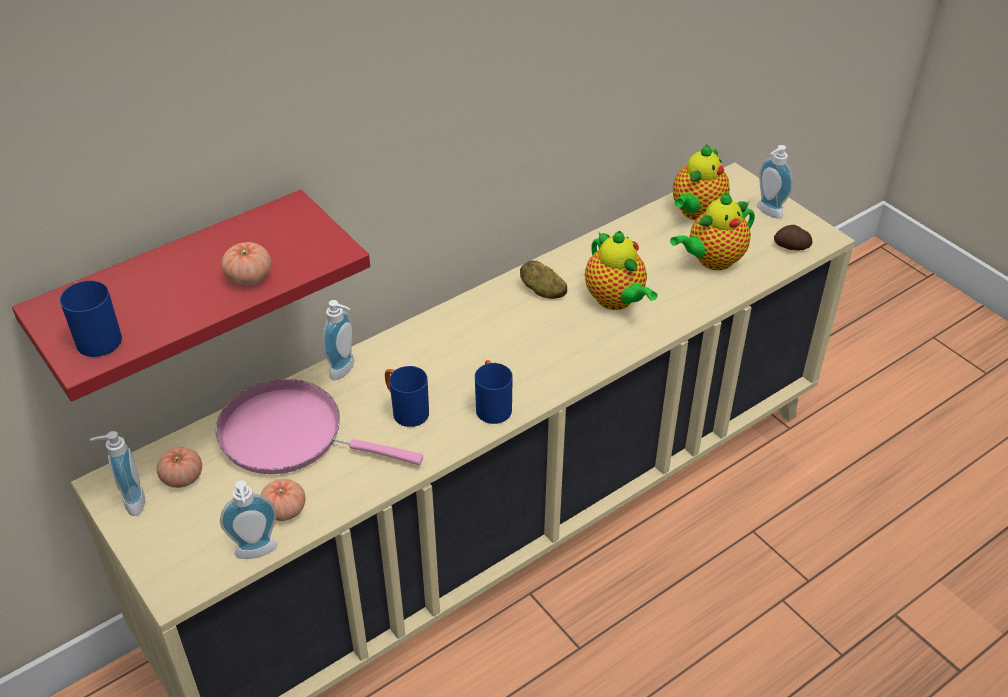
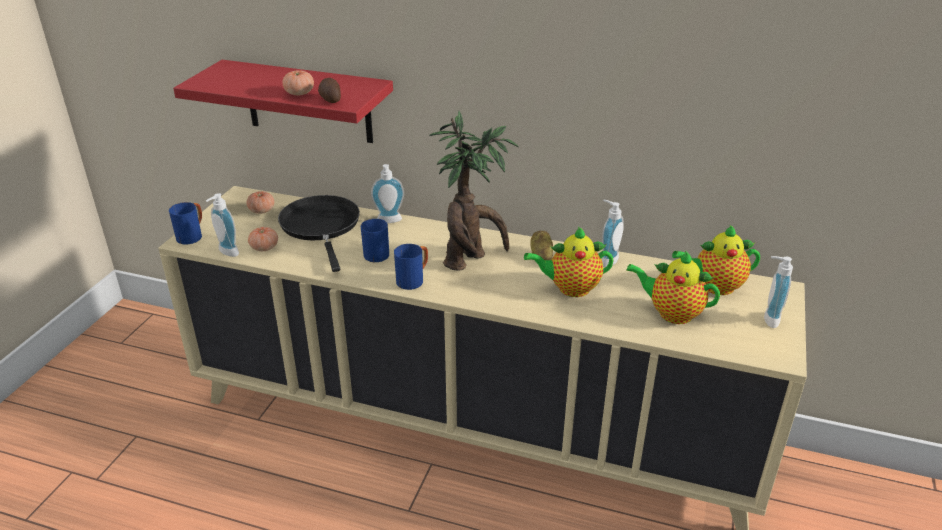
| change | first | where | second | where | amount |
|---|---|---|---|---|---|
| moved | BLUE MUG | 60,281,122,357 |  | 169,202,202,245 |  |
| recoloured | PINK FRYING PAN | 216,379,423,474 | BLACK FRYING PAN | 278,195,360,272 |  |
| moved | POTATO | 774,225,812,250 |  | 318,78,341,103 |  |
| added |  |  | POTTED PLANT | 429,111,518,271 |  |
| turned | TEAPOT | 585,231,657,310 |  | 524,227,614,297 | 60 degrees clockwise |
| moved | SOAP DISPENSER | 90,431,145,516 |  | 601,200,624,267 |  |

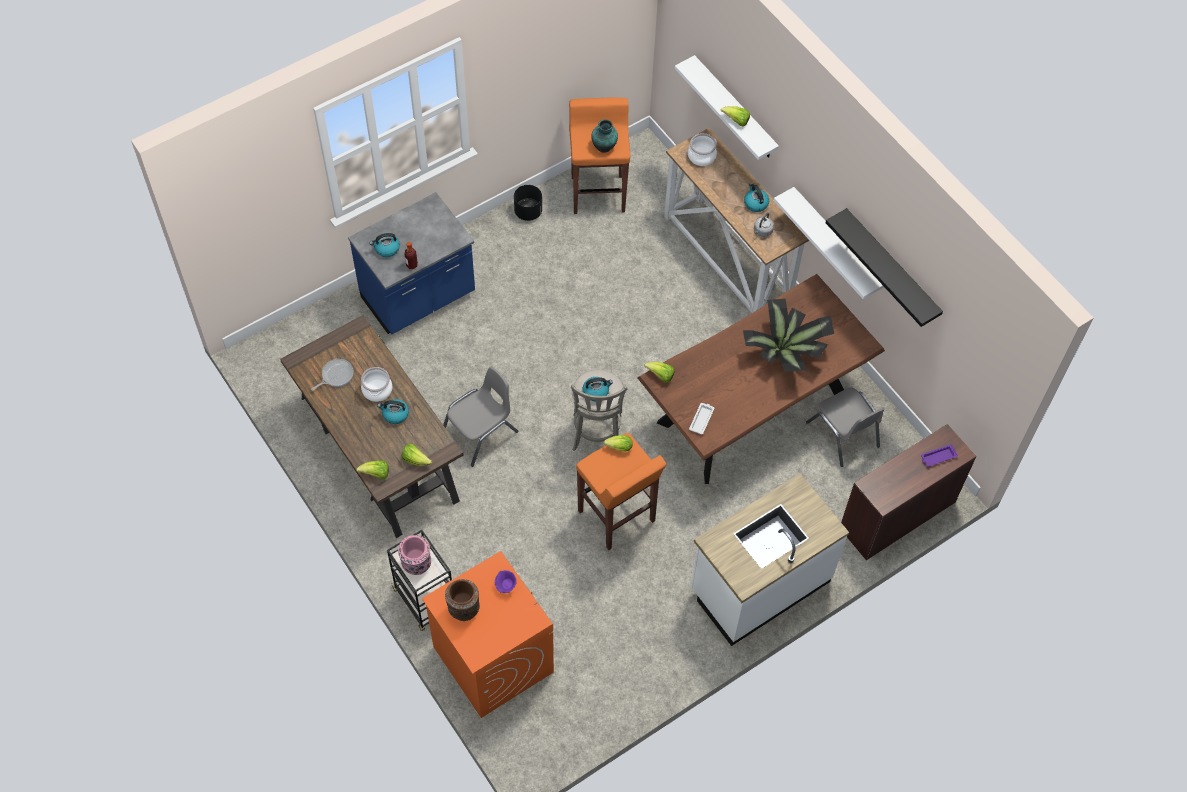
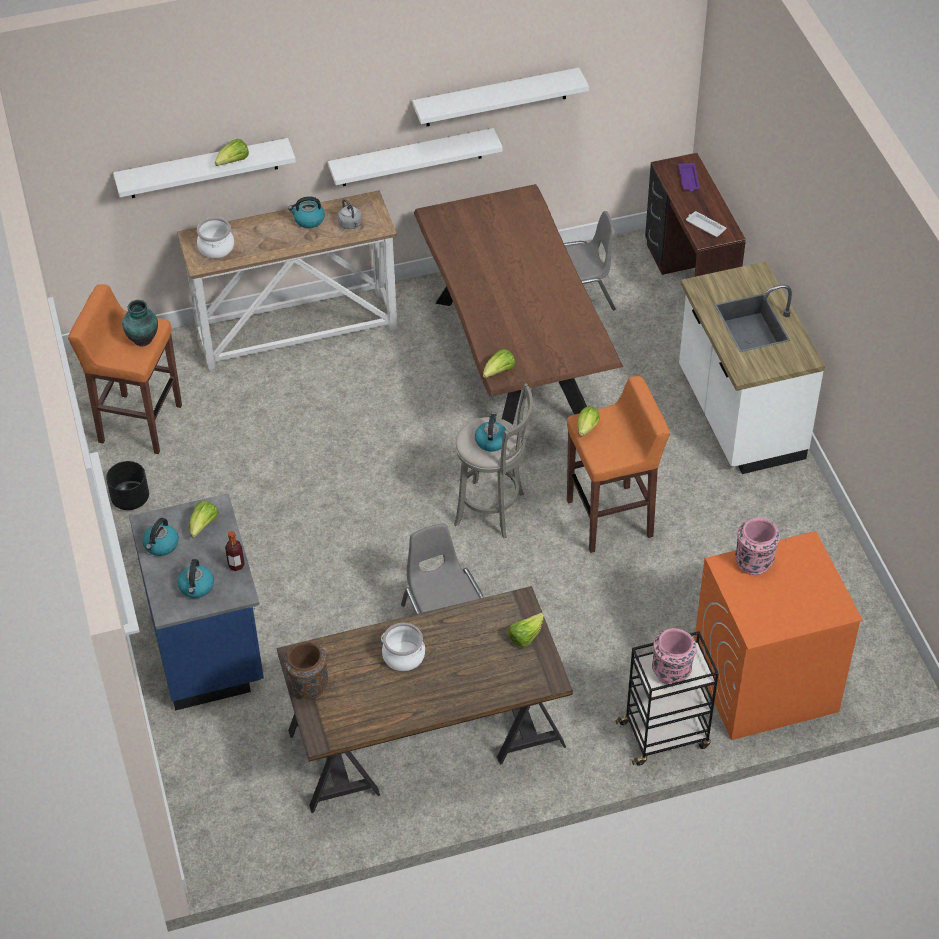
| change | first | where | second | where | amount |
|---|---|---|---|---|---|
| moved | KETTLE | 377,399,409,424 |  | 142,518,179,556 |  |
| moved | LETTUCE | 356,461,388,479 |  | 190,501,218,538 |  |
| moved | BROWN VASE | 445,579,480,621 |  | 284,642,328,699 |  |
| recoloured | BLACK SHELF | 826,208,943,327 | WHITE SHELF | 412,68,589,126 |  |
| moved | WHITE TRAY | 689,403,714,435 |  | 686,211,727,237 |  |
| replaced | PURPLE BOWL | 495,570,517,593 | PINK VASE | 735,518,780,575 |  |
| removed | FRYING PAN | 311,359,354,391 |  |  |  |
| removed | POTTED PLANT | 743,299,834,372 |  |  |  |

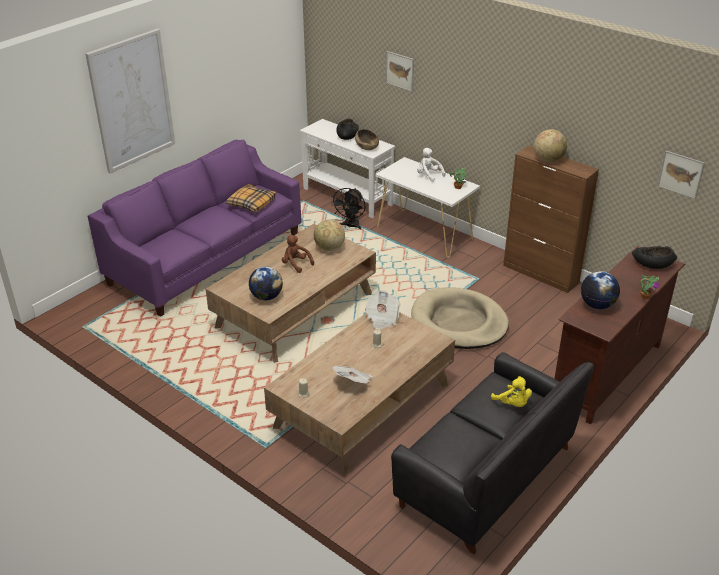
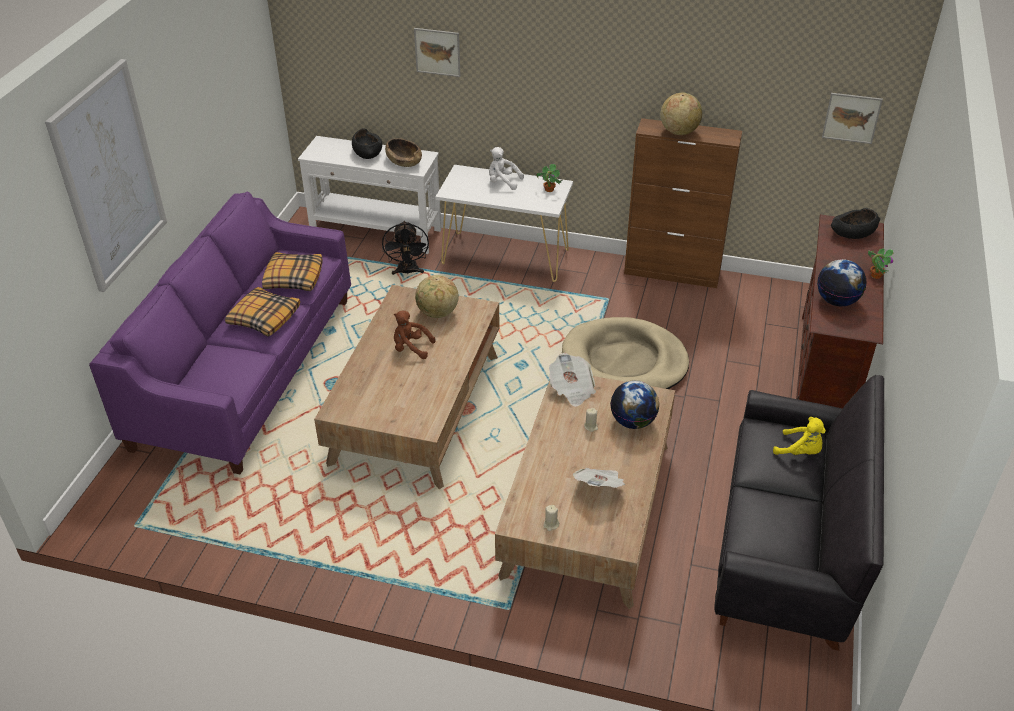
| change | first | where | second | where | amount |
|---|---|---|---|---|---|
| added |  |  | PILLOW | 225,287,300,337 |  |
| moved | GLOBE | 249,266,283,300 |  | 610,380,659,429 |  |

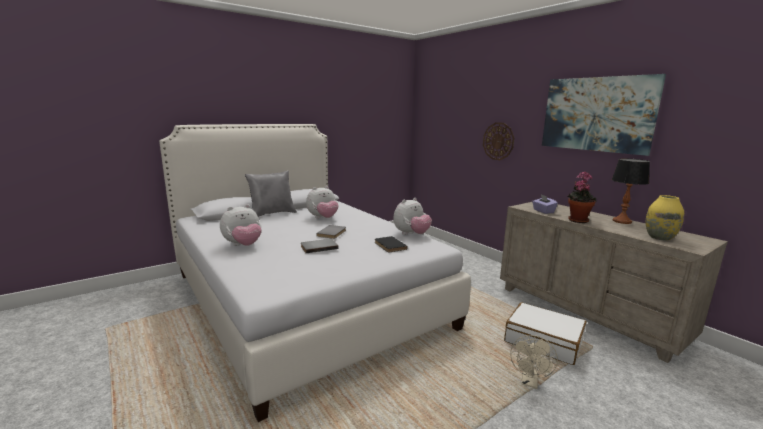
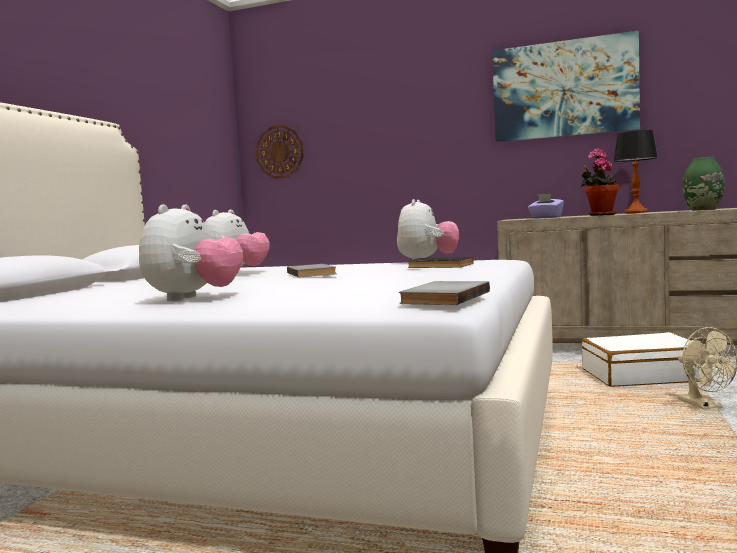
| change | first | where | second | where | amount |
|---|---|---|---|---|---|
| moved | WALL CLOCK | 483,122,514,160 |  | 256,125,304,179 |  |
| moved | GREY BOOK | 301,239,338,253 |  | 399,281,490,305 |  |
| recoloured | YELLOW VASE | 646,195,684,241 | GREEN VASE | 683,157,725,211 |  |
| removed | GREY PILLOW | 245,171,297,217 |  |  |  |

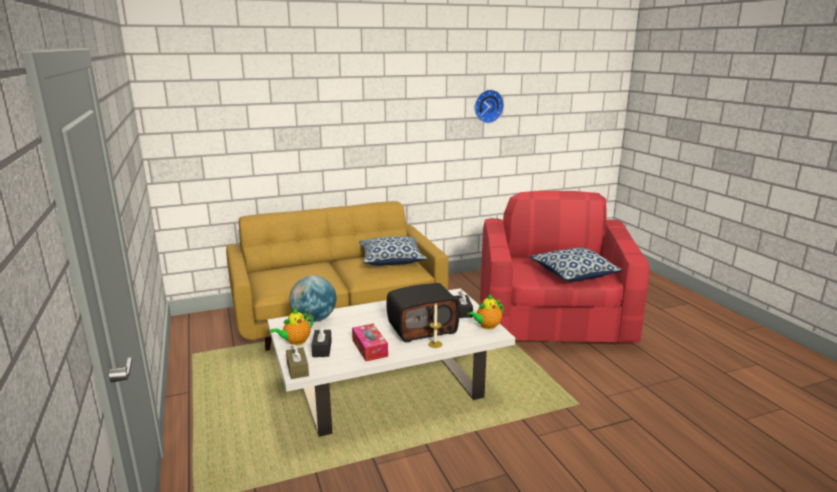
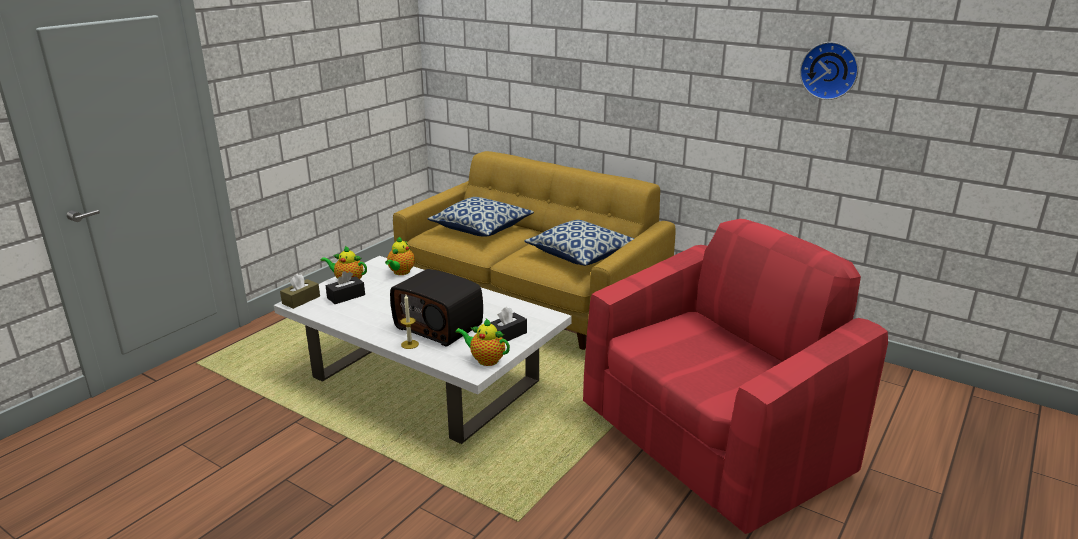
| change | first | where | second | where | amount |
|---|---|---|---|---|---|
| replaced | GLOBE | 289,275,336,322 | TEAPOT | 385,236,415,275 |  |
| moved | PILLOW | 529,247,622,282 |  | 428,197,534,237 |  |
| removed | TISSUE BOX | 352,324,388,361 |  |  |  |

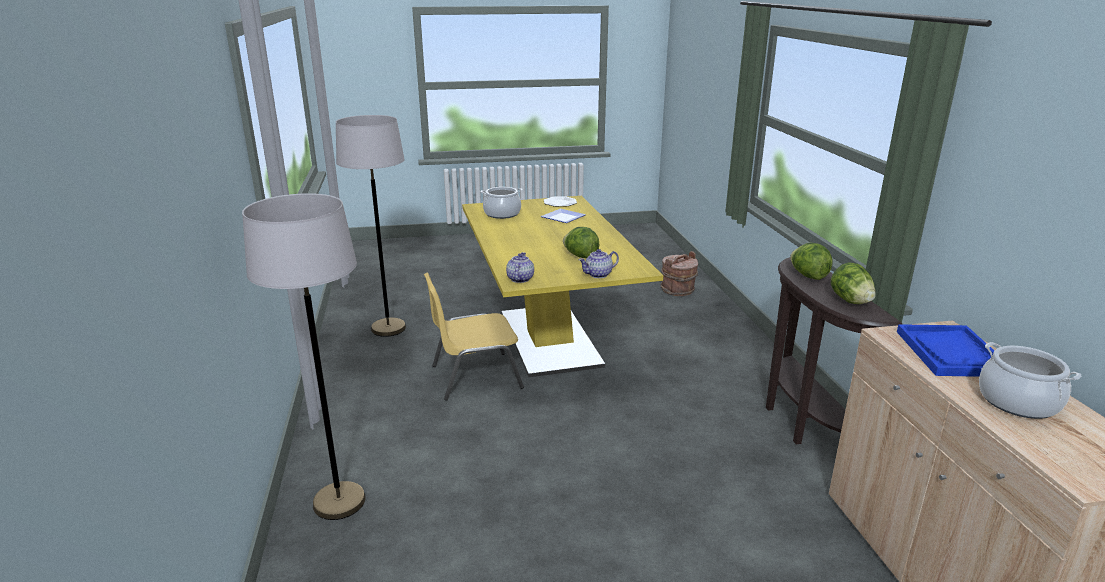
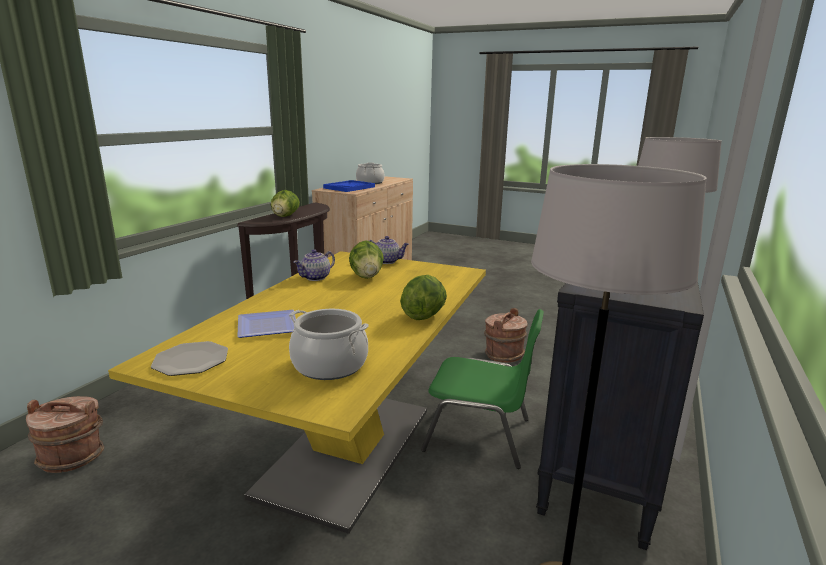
| change | first | where | second | where | amount |
|---|---|---|---|---|---|
| moved | TEAPOT | 506,252,534,283 |  | 293,250,335,281 |  |
| moved | LETTUCE | 831,262,876,304 |  | 400,275,447,320 |  |
| recoloured | YELLOW CHAIR | 424,273,524,401 | GREEN CHAIR | 421,309,544,469 |  |
| added |  |  | BROWN BUCKET | 484,308,528,363 |  |
| added |  |  | BLACK DRESSER | 536,282,704,550 |  |

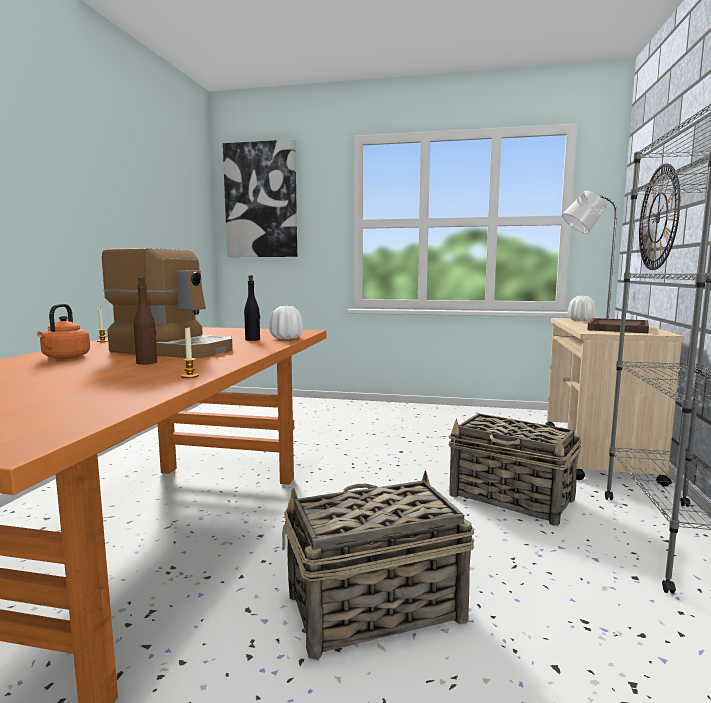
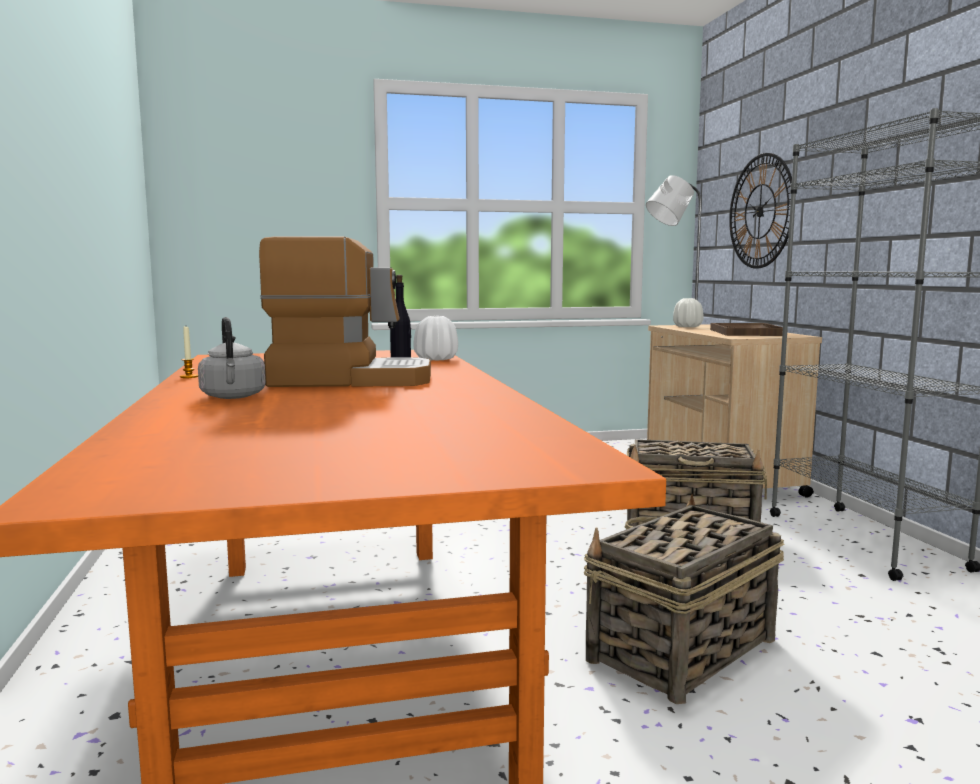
| change | first | where | second | where | amount |
|---|---|---|---|---|---|
| recoloured | ORANGE KETTLE | 37,304,90,359 | GREY KETTLE | 198,317,266,399 |  |
| removed | BROWN BOTTLE | 134,277,157,365 |  |  |  |
| removed | CANDLE | 181,327,199,378 |  |  |  |
| removed | PICTURE | 223,139,297,257 |  |  |  |

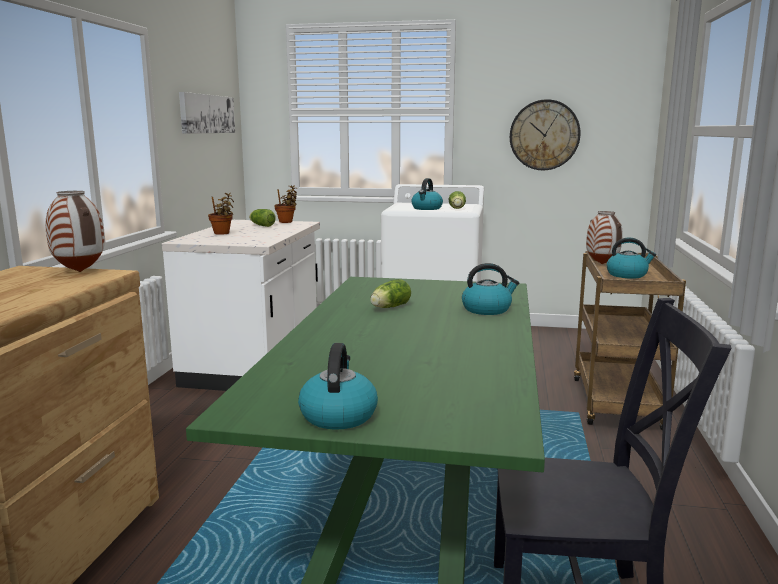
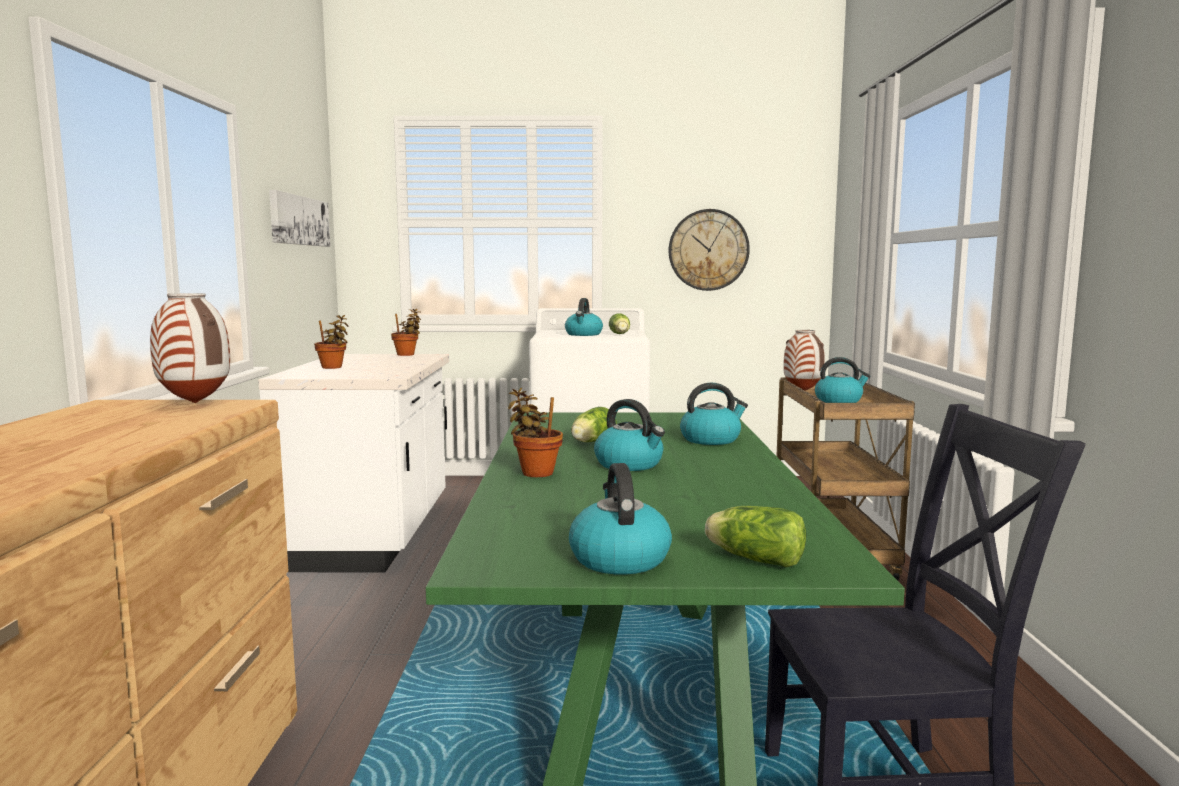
| change | first | where | second | where | amount |
|---|---|---|---|---|---|
| added |  |  | POTTED PLANT | 508,388,563,477 |  |
| added |  |  | KETTLE | 594,399,665,471 |  |
| moved | LETTUCE | 249,209,276,227 |  | 705,506,806,567 |  |

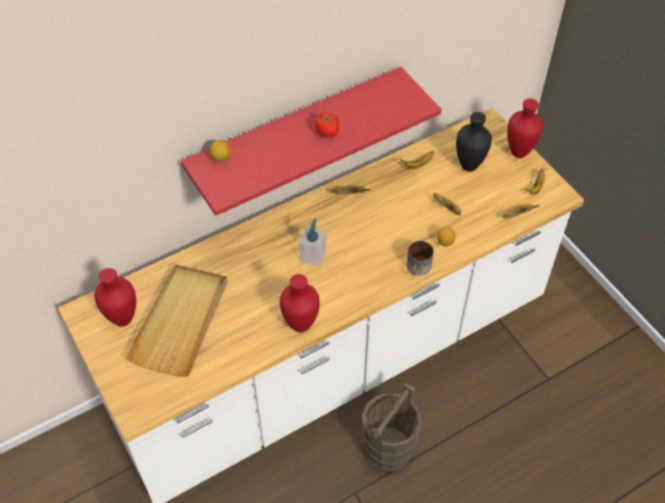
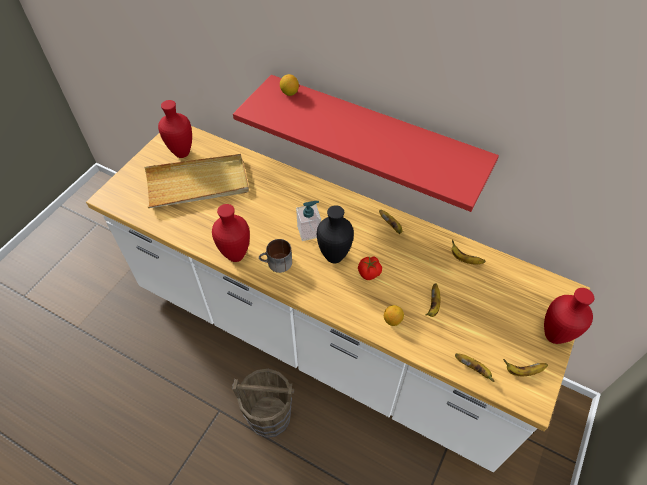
| change | first | where | second | where | amount |
|---|---|---|---|---|---|
| moved | MUG | 406,241,434,275 |  | 259,239,292,273 |  |
| moved | BLACK VASE | 456,112,492,172 |  | 317,205,354,264 |  |
| moved | TOMATO | 315,112,339,137 |  | 358,256,382,280 |  |

